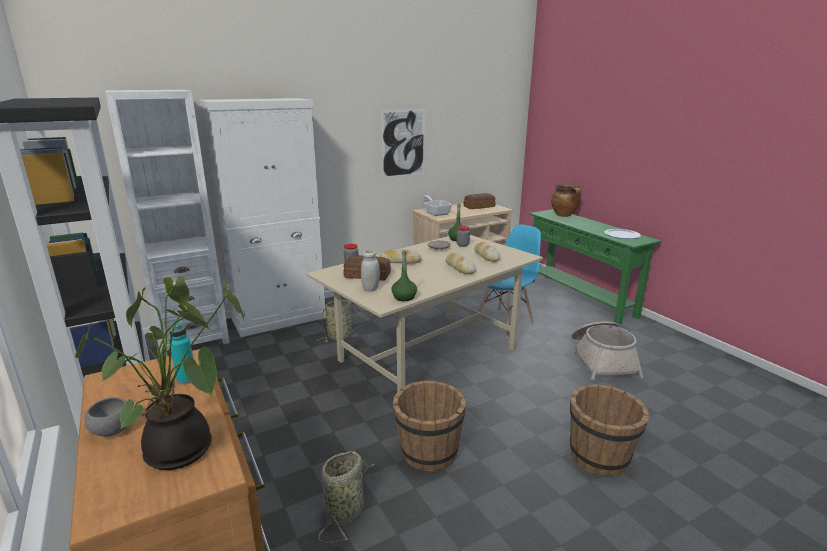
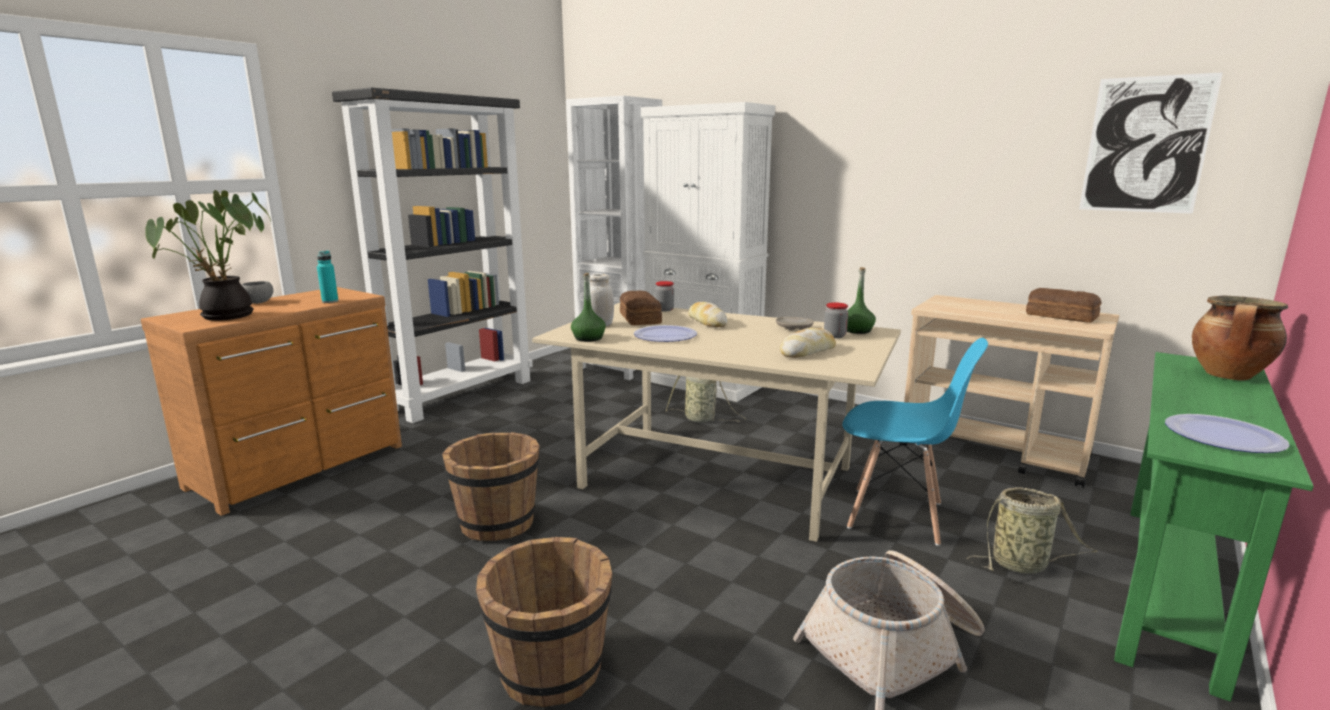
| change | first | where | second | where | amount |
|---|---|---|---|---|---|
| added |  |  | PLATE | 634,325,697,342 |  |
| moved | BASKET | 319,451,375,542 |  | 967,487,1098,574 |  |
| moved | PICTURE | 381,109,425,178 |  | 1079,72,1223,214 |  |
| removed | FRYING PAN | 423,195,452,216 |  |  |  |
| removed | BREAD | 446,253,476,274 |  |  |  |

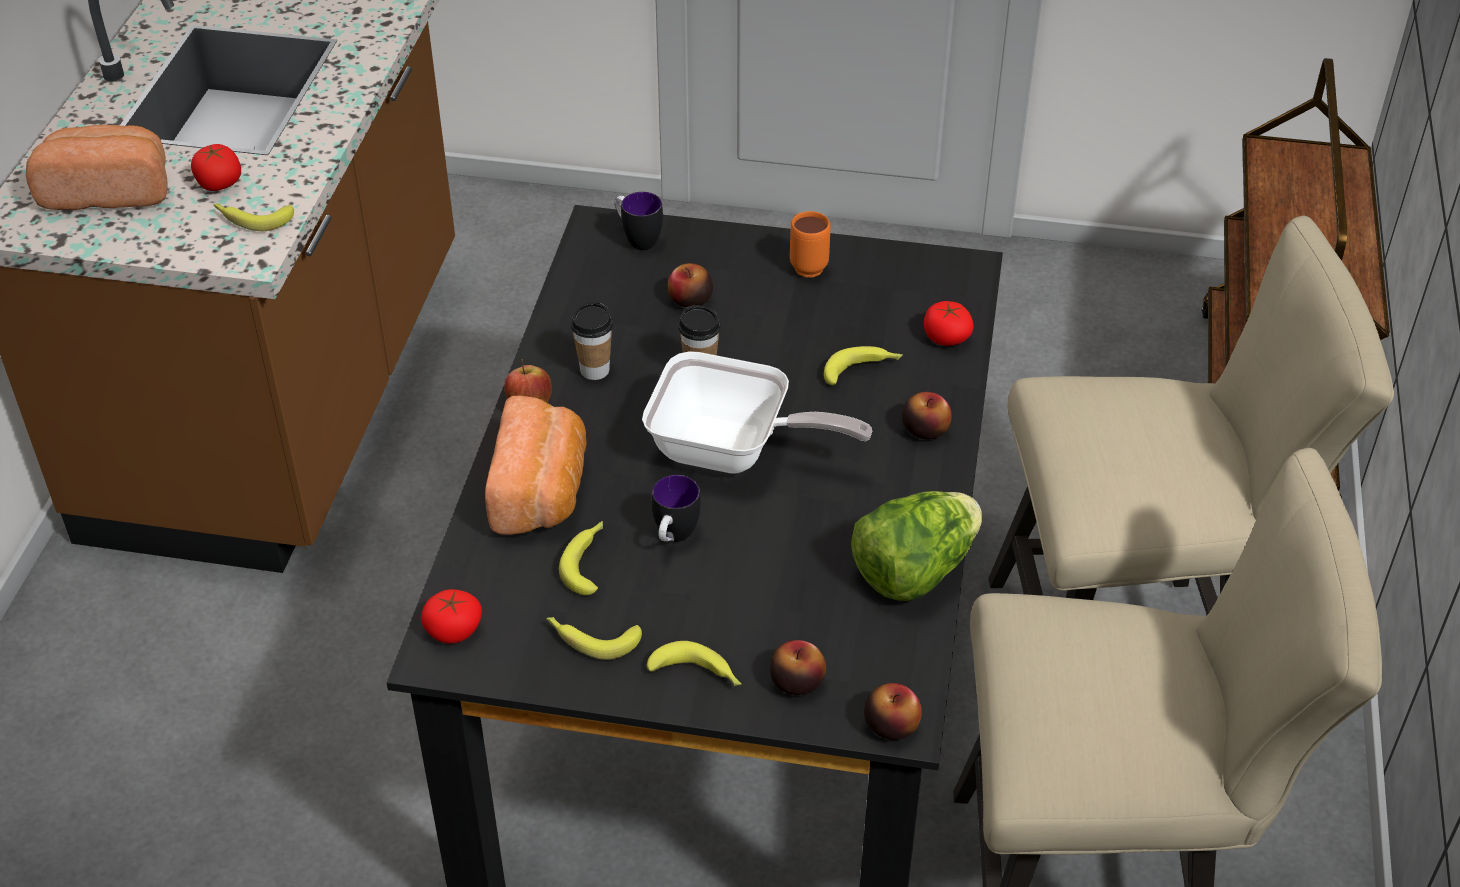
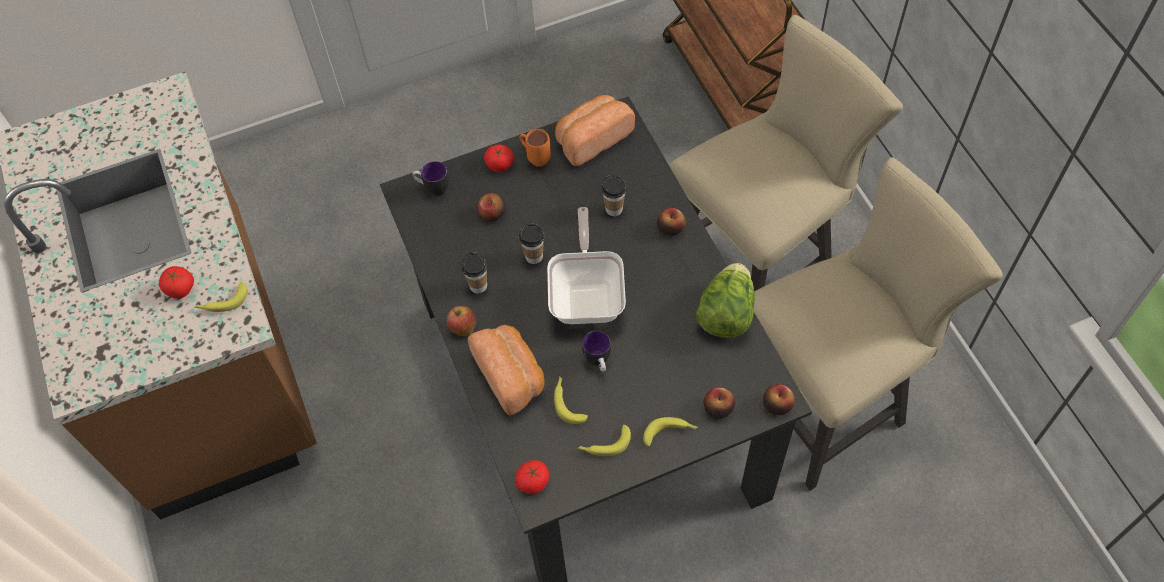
| change | first | where | second | where | amount |
|---|---|---|---|---|---|
| moved | TOMATO | 924,301,974,346 |  | 484,145,514,172 |  |
| turned | FRYING PAN | 642,351,872,474 |  | 547,207,626,324 | 75 degrees counterclockwise |
| moved | BREAD | 26,125,168,210 |  | 555,95,635,166 |  |
| replaced | BANANA | 824,346,903,385 | CUP | 601,175,626,216 |  |

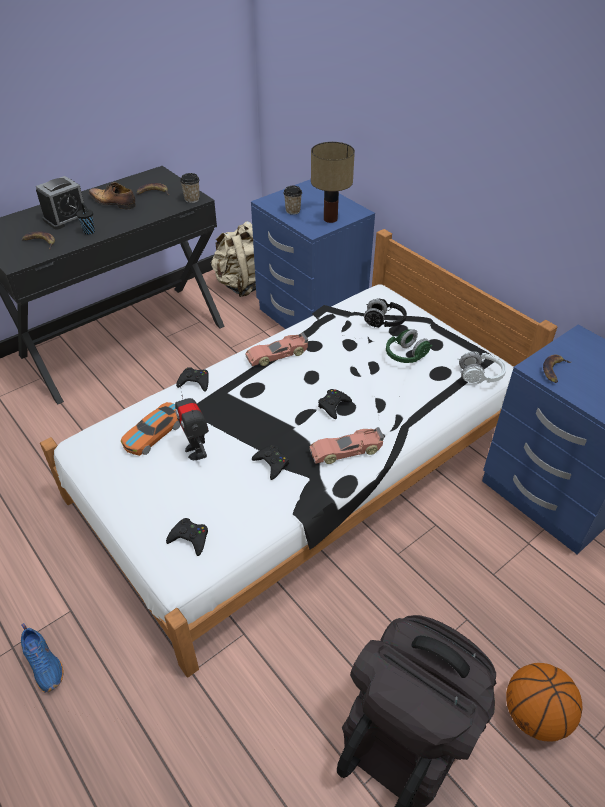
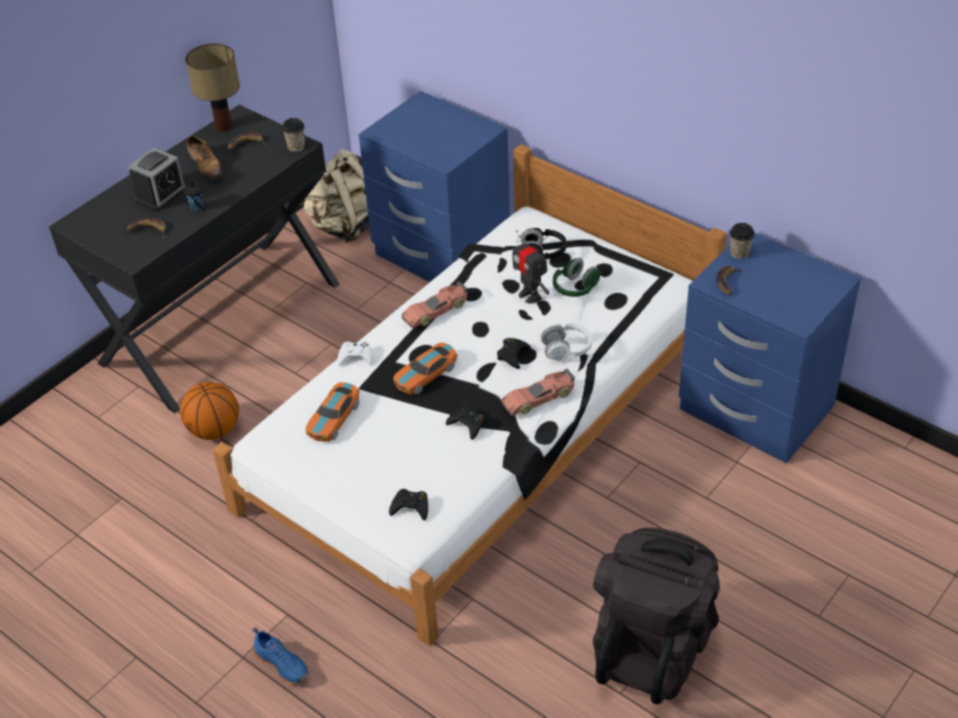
| change | first | where | second | where | amount |
|---|---|---|---|---|---|
| moved | BASKETBALL | 506,663,583,742 |  | 180,382,239,440 |  |
| moved | TABLE LAMP | 311,142,355,223 |  | 185,43,240,131 |  |
| turned | SHOE | 89,182,136,210 |  | 187,136,222,180 | 135 degrees counterclockwise |
| recoloured | BLACK GAME CONTROLLER | 176,367,209,392 | WHITE GAME CONTROLLER | 337,341,373,366 |  |
| added |  |  | TOY CAR | 393,342,458,395 |  |
| moved | TOY ROBOT | 175,384,209,460 |  | 513,230,549,304 |  |
| moved | WHITE HEADPHONES | 458,352,506,384 |  | 539,323,592,361 |  |
| moved | CUP | 284,186,302,215 |  | 730,223,755,259 |  |

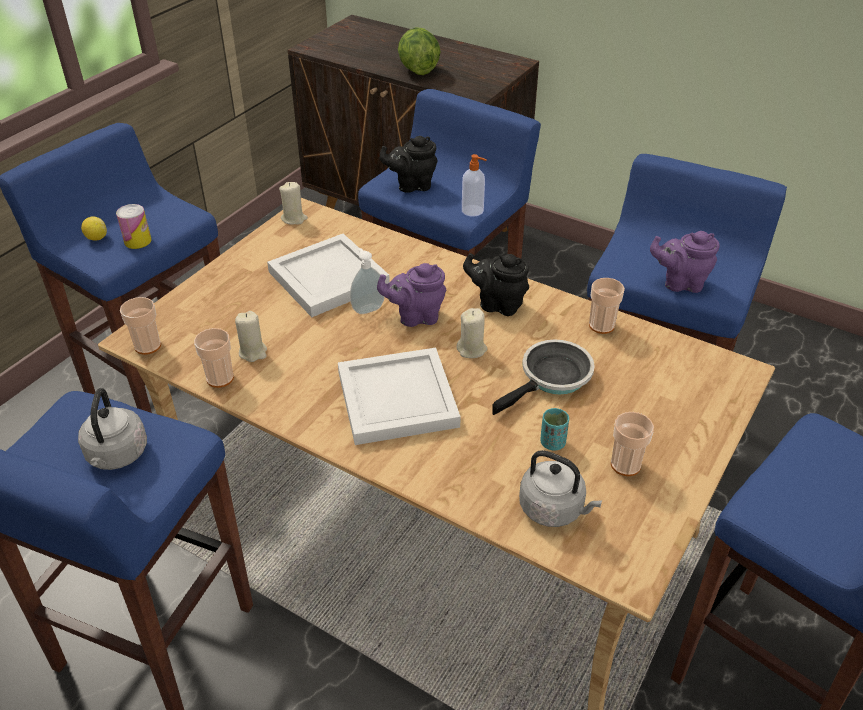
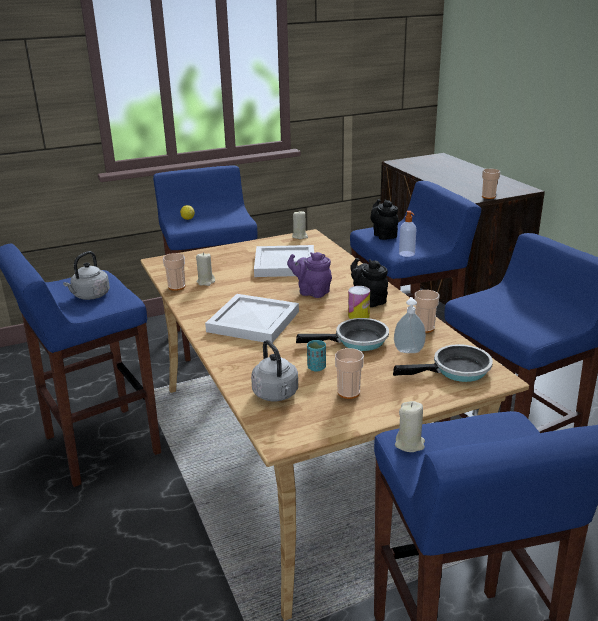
| change | first | where | second | where | amount |
|---|---|---|---|---|---|
| moved | CAN | 116,204,152,249 |  | 348,286,370,319 |  |
| turned | BLACK TEAPOT | 379,136,438,193 |  | 370,199,399,240 | 45 degrees clockwise |
| added |  |  | FRYING PAN | 393,344,493,382 |  |
| moved | SOAP DISPENSER | 350,248,385,314 |  | 394,297,426,353 |  |
| moved | BEIGE CANDLE | 456,308,487,358 |  | 395,401,425,452 |  |
| moved | CUP | 120,297,161,355 |  | 482,169,500,199 |  |
| removed | LETTUCE | 398,27,441,75 |  |  |  |
| removed | PURPLE TEAPOT | 650,231,720,293 |  |  |  |

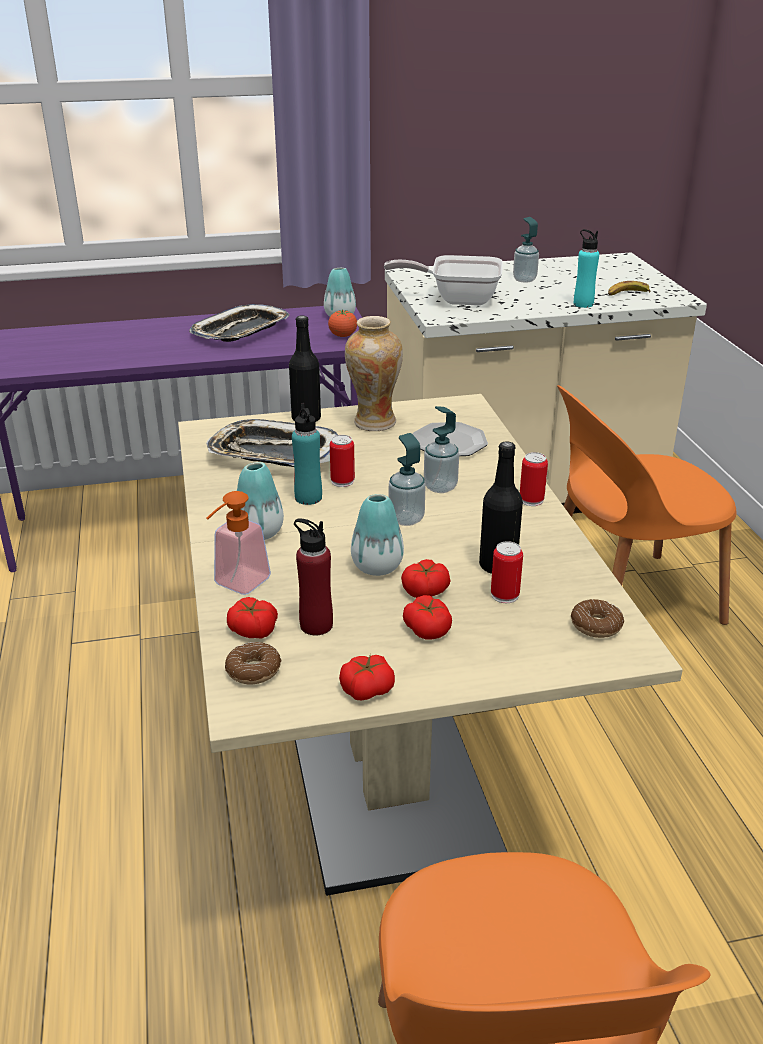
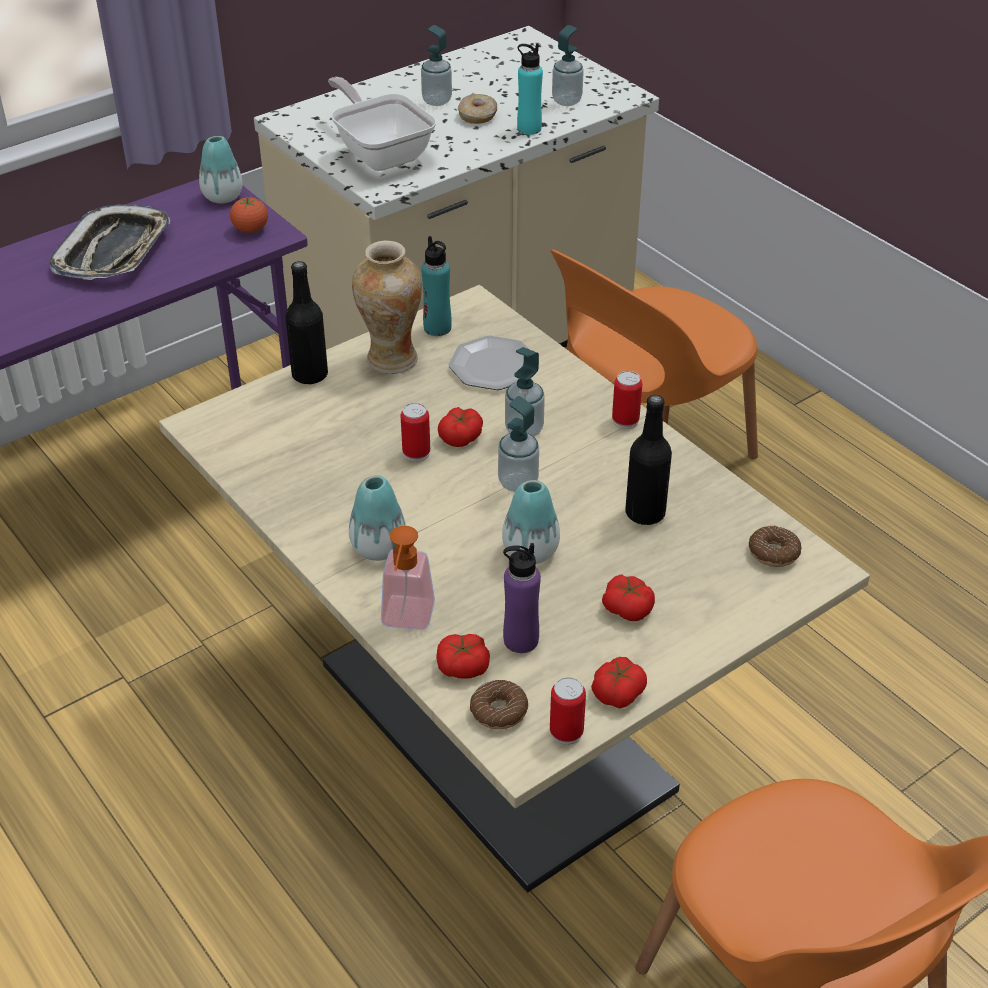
| change | first | where | second | where | amount |
|---|---|---|---|---|---|
| turned | FRYING PAN | 384,255,503,305 |  | 328,77,436,171 | 75 degrees clockwise |
| moved | TURQUOISE BOTTLE | 292,403,322,505 |  | 421,236,452,336 |  |
| moved | TOMATO | 401,559,450,598 |  | 438,407,483,447 |  |
| added |  |  | DONUT | 458,94,497,124 |  |
| recoloured | RED BOTTLE | 294,518,333,636 | PURPLE BOTTLE | 503,543,541,653 |  |
| moved | CAN | 491,541,523,603 |  | 550,677,586,745 |  |
| replaced | BANANA | 608,281,651,296 | SOAP DISPENSER | 552,25,584,106 |  |
| removed | TRAY | 206,419,338,467 |  |  |  |

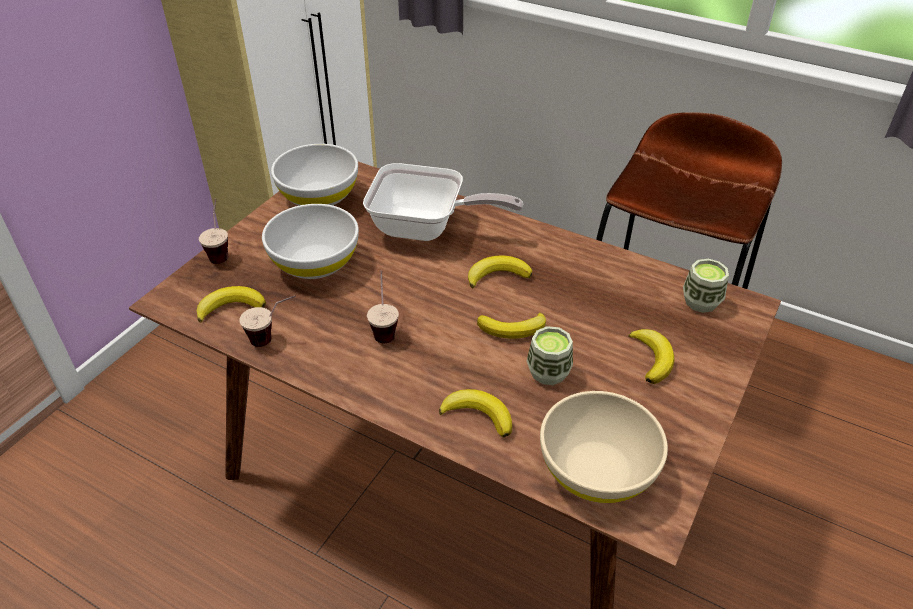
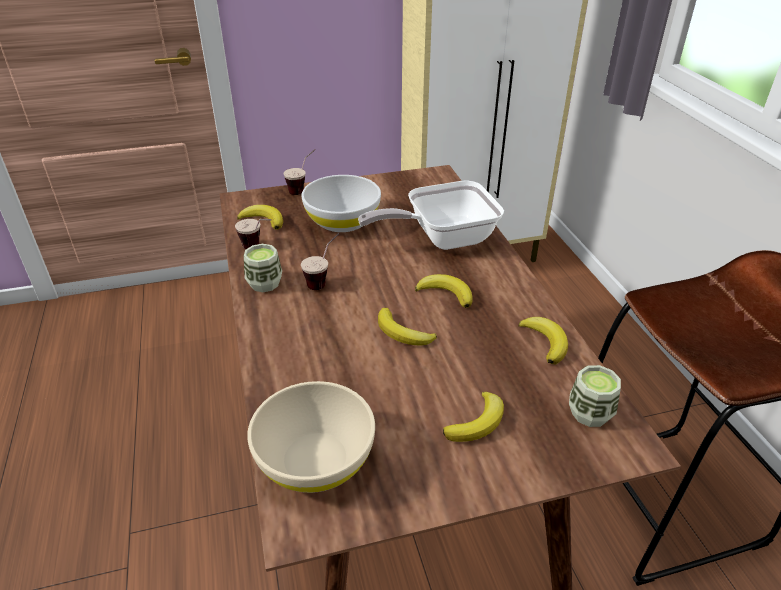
| change | first | where | second | where | amount |
|---|---|---|---|---|---|
| moved | CUP | 527,326,573,385 |  | 244,244,282,292 |  |
| turned | FRYING PAN | 363,163,523,241 |  | 358,180,504,250 | 105 degrees clockwise |
| moved | BANANA | 439,389,512,438 |  | 518,317,568,364 |  |
| removed | WHITE BOWL | 271,144,358,206 |  |  |  |

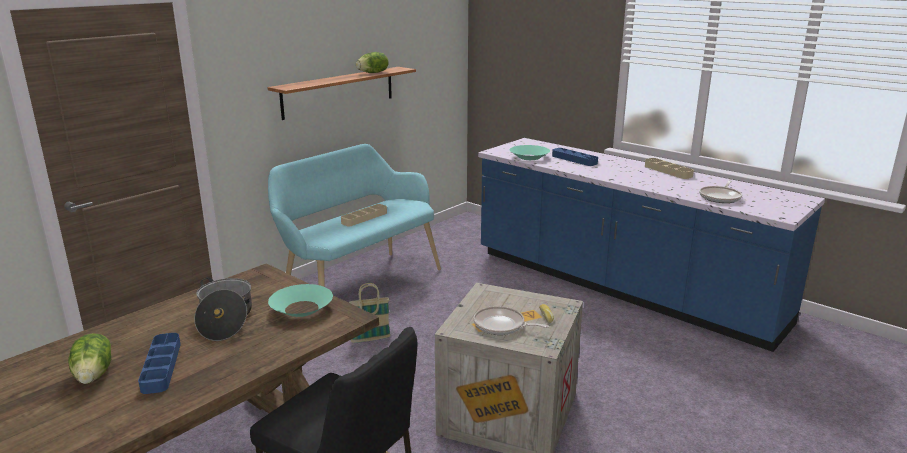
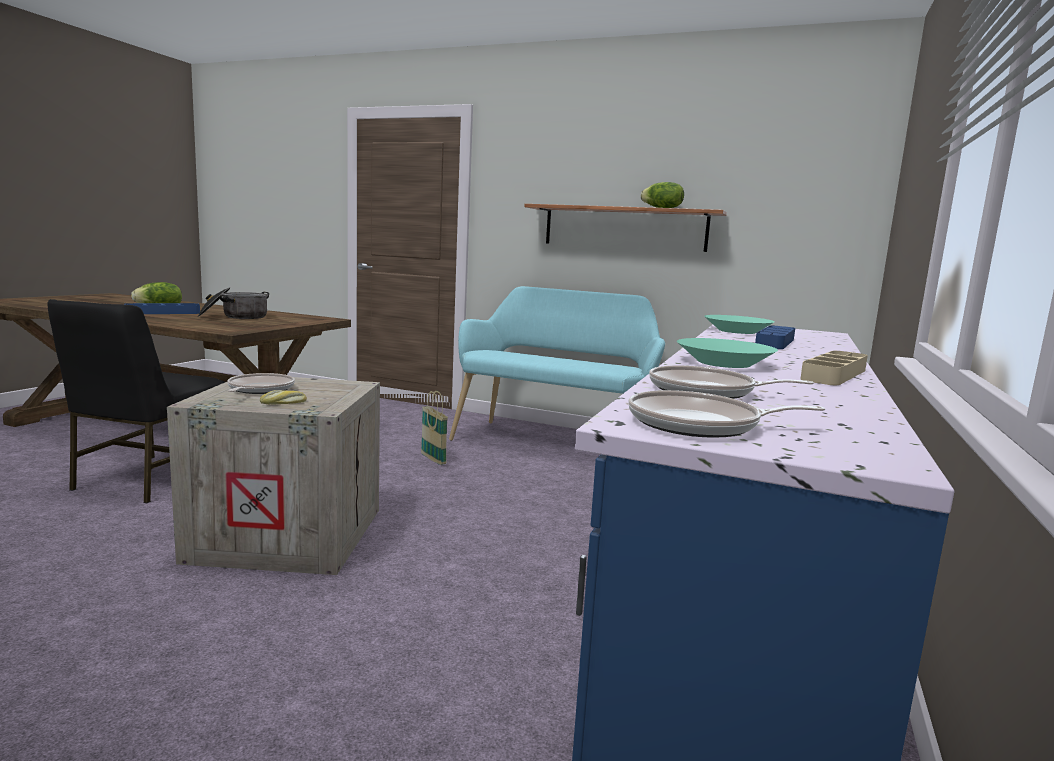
| change | first | where | second | where | amount |
|---|---|---|---|---|---|
| added |  |  | FRYING PAN | 628,390,825,438 |  |
| moved | TURQUOISE BOWL | 268,284,333,317 |  | 677,338,778,368 |  |
| removed | BEIGE TRAY | 341,204,387,226 |  |  |  |

